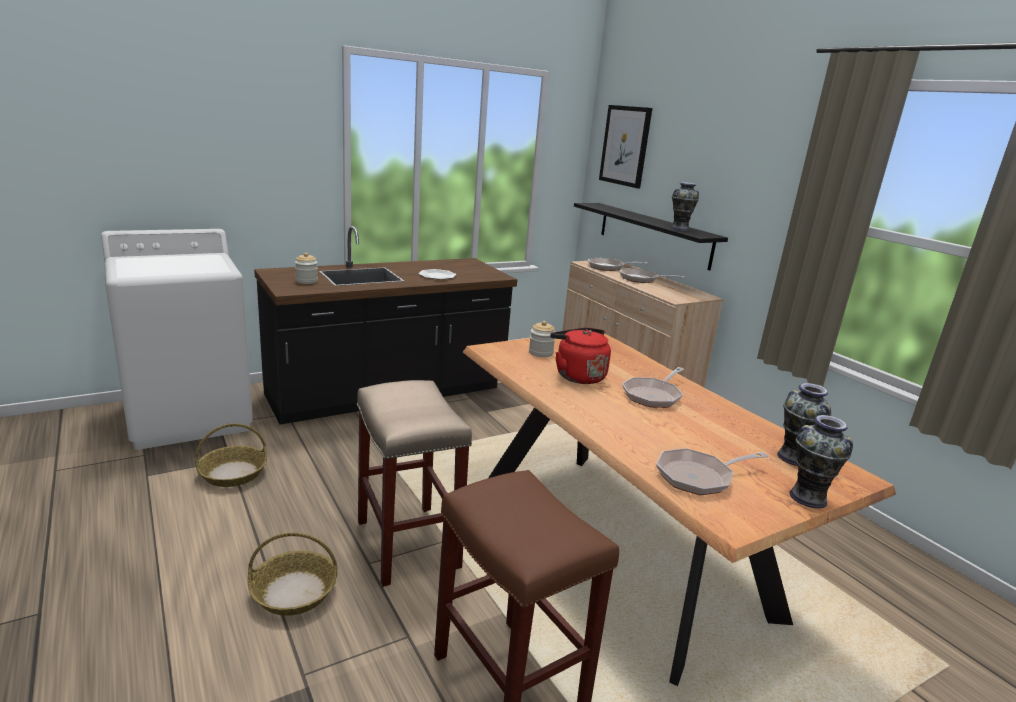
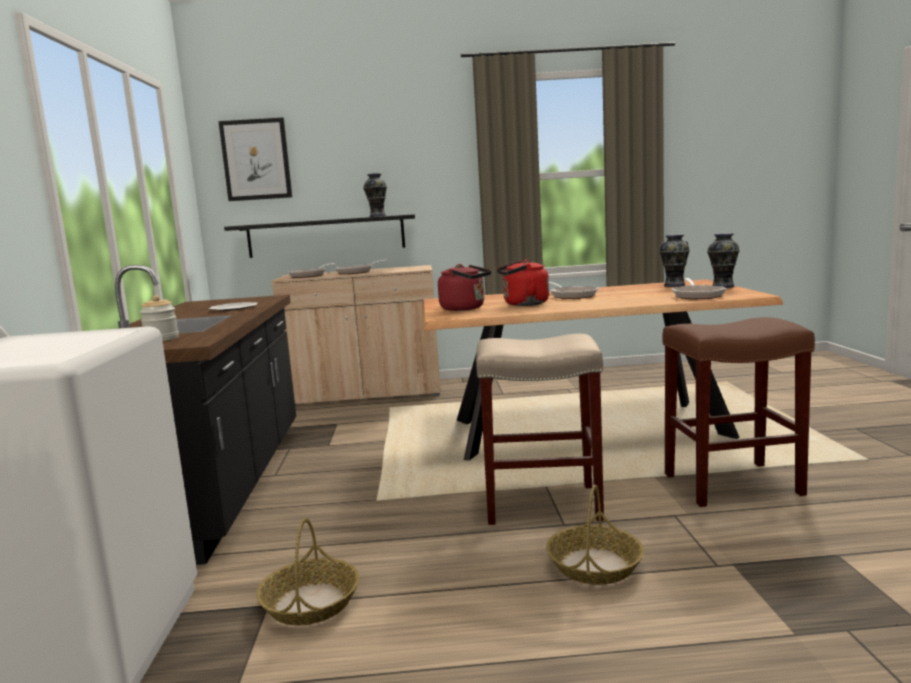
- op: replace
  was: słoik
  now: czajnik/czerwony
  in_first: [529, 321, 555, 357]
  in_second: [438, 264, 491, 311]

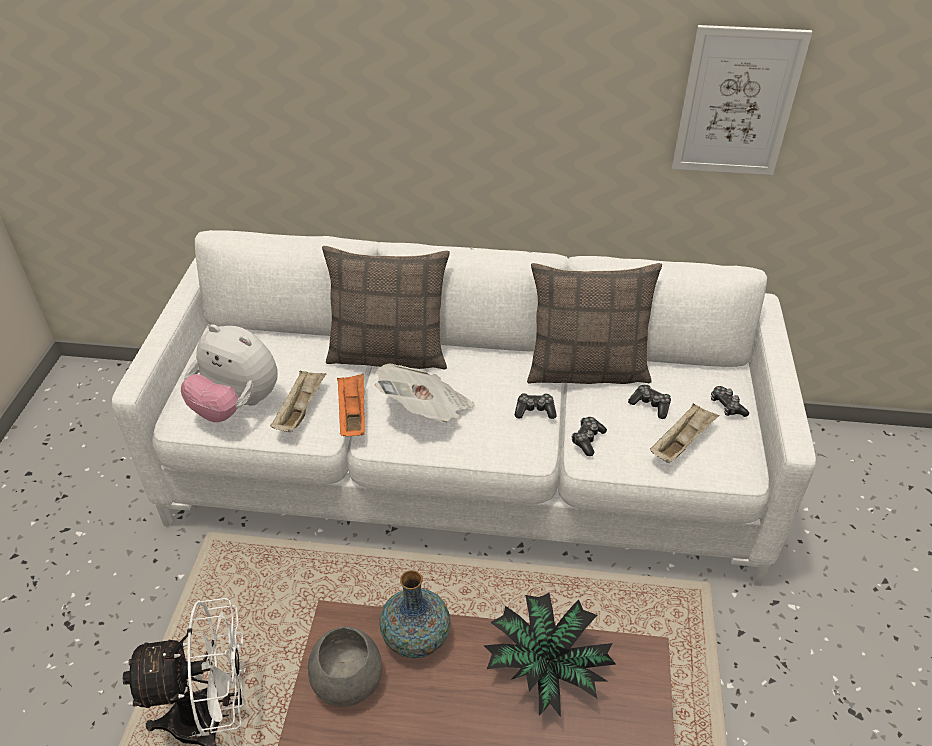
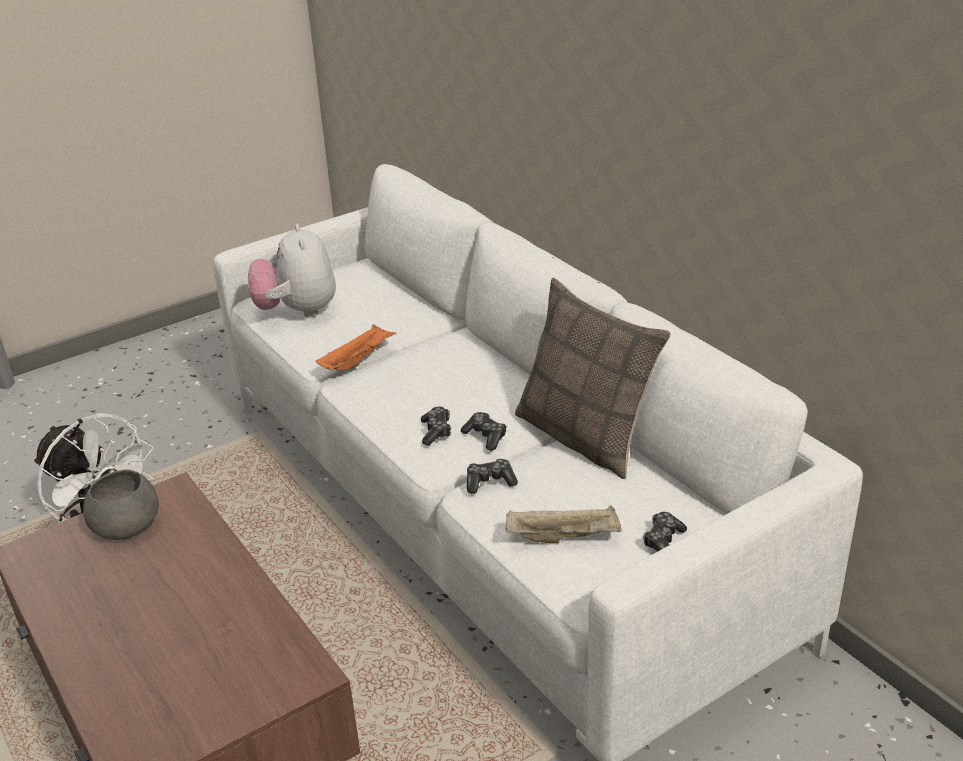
- op: move
  was: pad do gier
  in_first: [628, 384, 671, 419]
  in_second: [421, 407, 451, 445]
- op: delete
  was: taca/beżowy
  in_first: [270, 370, 326, 433]
- op: delete
  was: poduszka
  in_first: [322, 246, 450, 370]
- op: delete
  was: gazeta
  in_first: [374, 363, 475, 422]
- op: delete
  was: wazon
  in_first: [380, 570, 451, 658]
- op: delete
  was: roślina doniczkowa
  in_first: [484, 593, 616, 717]
- op: delete
  was: obraz
  in_first: [672, 25, 812, 175]

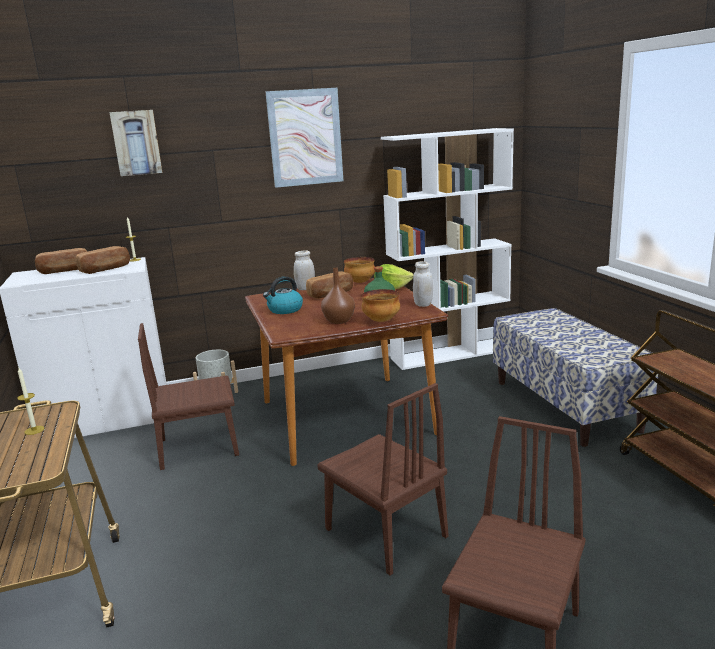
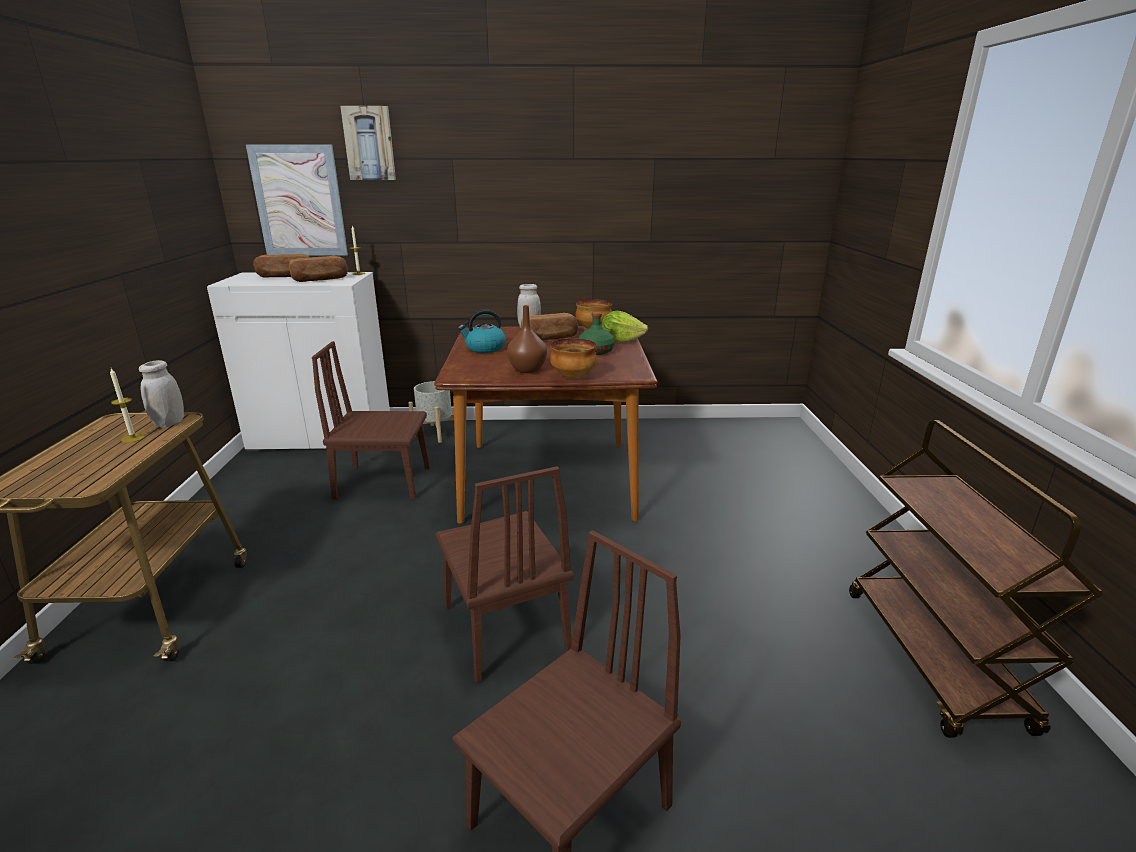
- op: move
  was: słoik/biały
  in_first: [413, 261, 433, 307]
  in_second: [139, 360, 184, 428]
- op: move
  was: obraz
  in_first: [265, 88, 343, 188]
  in_second: [246, 144, 348, 256]
- op: delete
  was: regał/biały
  in_first: [381, 128, 514, 370]
- op: delete
  was: ławka
  in_first: [493, 308, 658, 447]

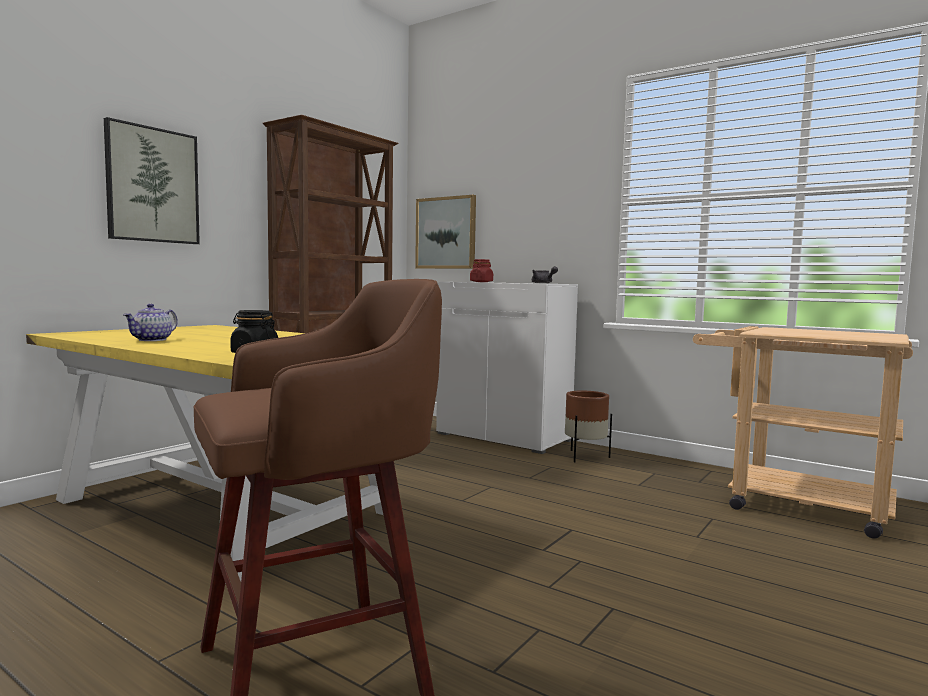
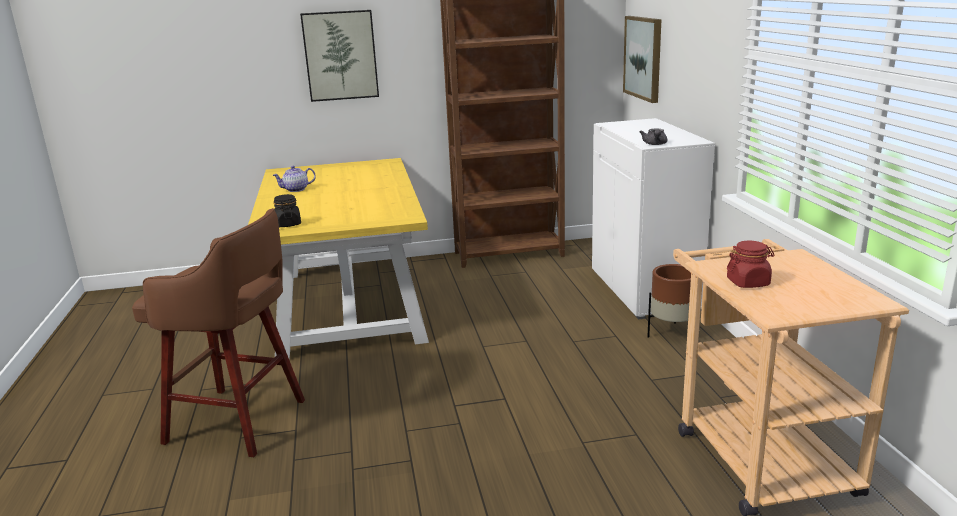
- op: move
  was: słoik/czerwony
  in_first: [470, 259, 493, 282]
  in_second: [727, 240, 774, 288]

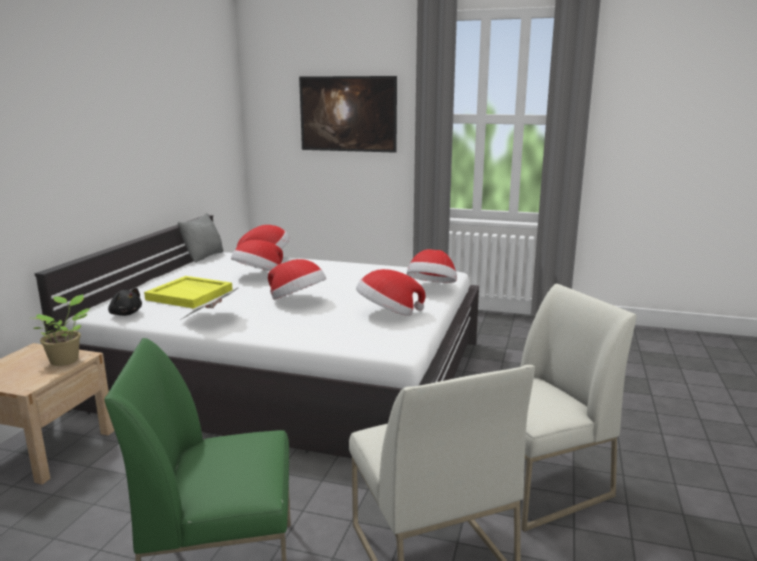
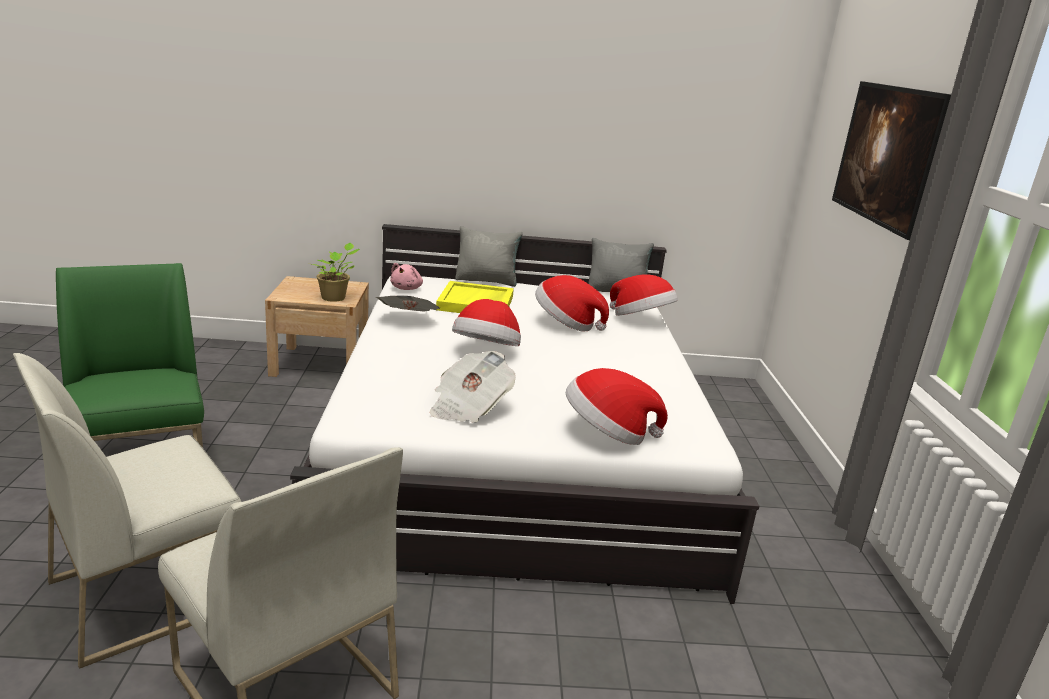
- op: recolor
  was: pluszak/czarny
  now: pluszak/różowy
  in_first: [108, 288, 142, 316]
  in_second: [390, 263, 423, 290]
- op: replace
  was: kapelusz
  now: gazeta
  in_first: [356, 269, 425, 316]
  in_second: [429, 351, 516, 423]
- op: insert
  now: poduszka/szary
  in_second: [455, 226, 523, 287]

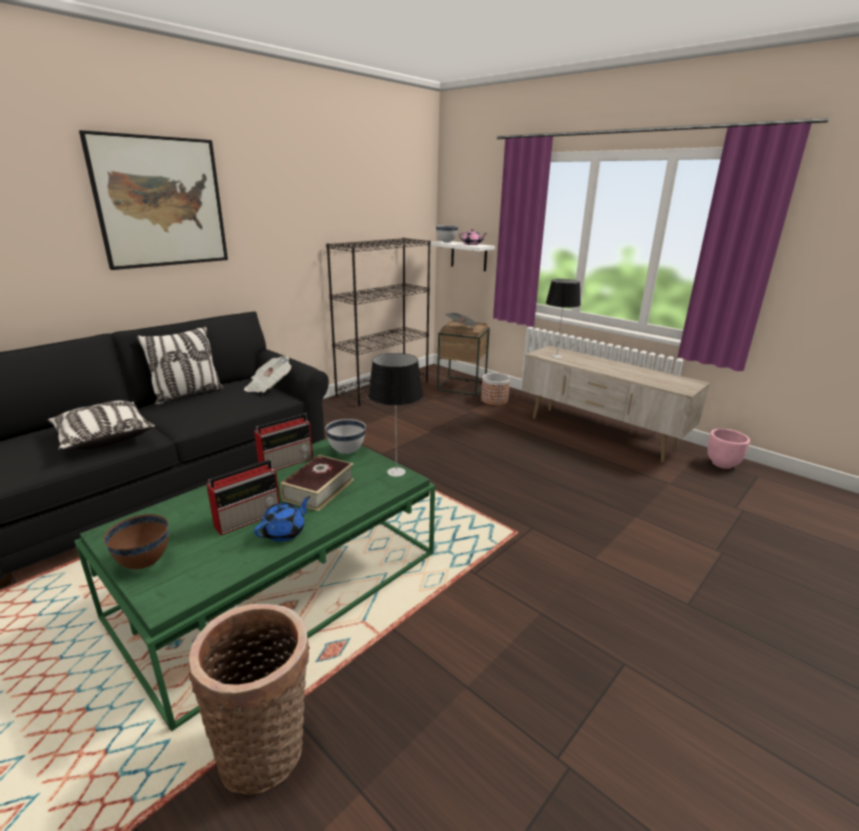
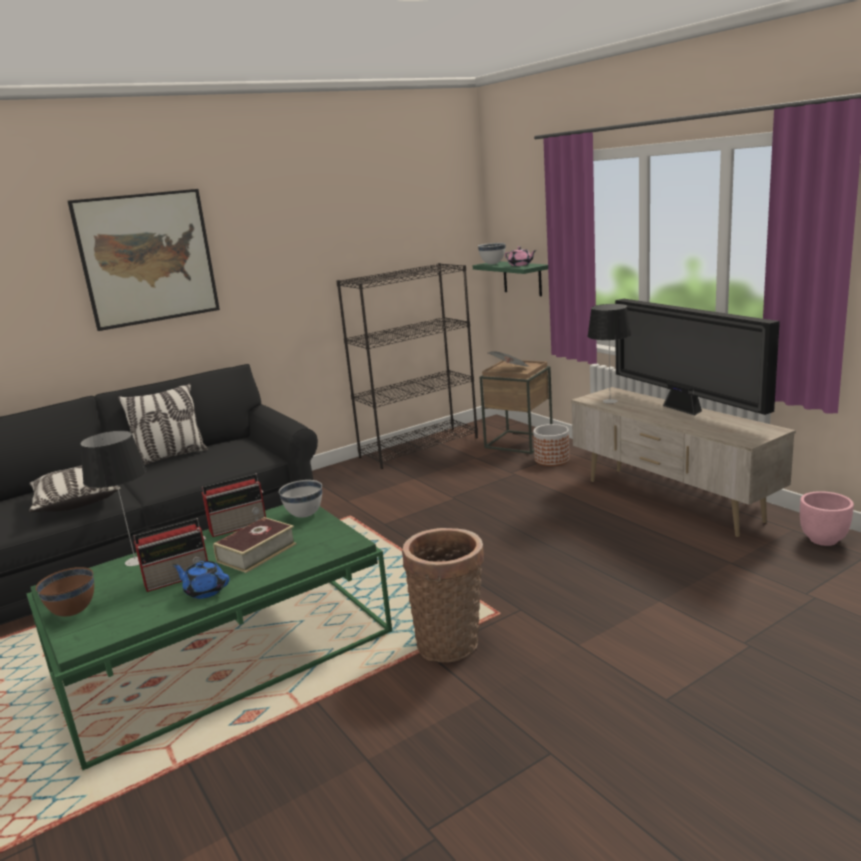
- op: move
  was: lampa stołowa
  in_first: [368, 353, 423, 477]
  in_second: [80, 431, 146, 566]
- op: rotate
  was: imbryk/niebieski
  in_first: [254, 496, 310, 542]
  in_second: [173, 561, 230, 599]
  clockwise: -120
- op: move
  was: koszyk
  in_first: [189, 604, 310, 795]
  in_second: [402, 528, 484, 663]
- op: recolor
  was: półka/biały
  now: półka/zielony
  in_first: [430, 241, 495, 271]
  in_second: [473, 261, 548, 296]
- op: insert
  now: telewizor
  in_second: [615, 299, 780, 415]
- op: delete
  was: gazeta
  in_first: [244, 356, 291, 393]

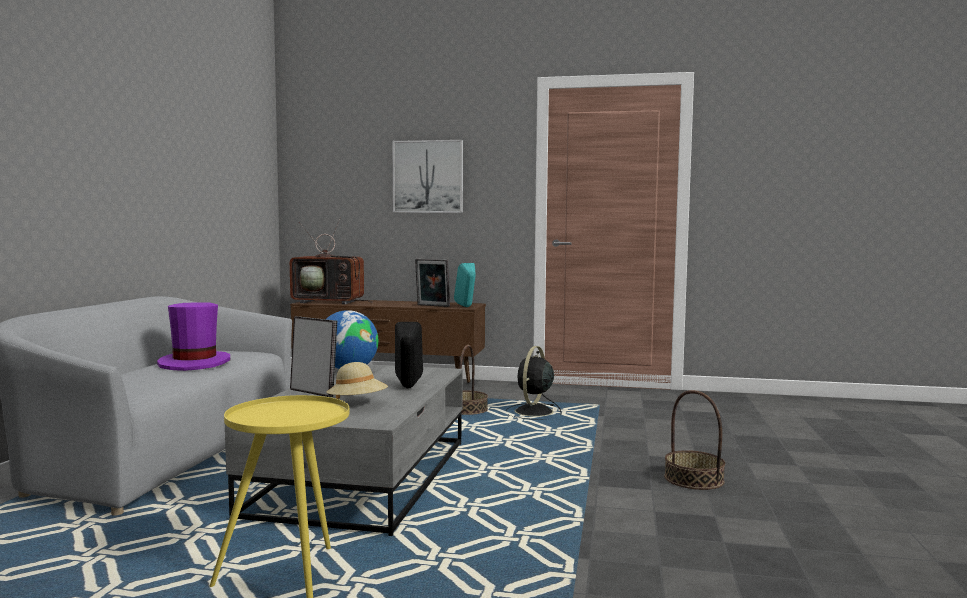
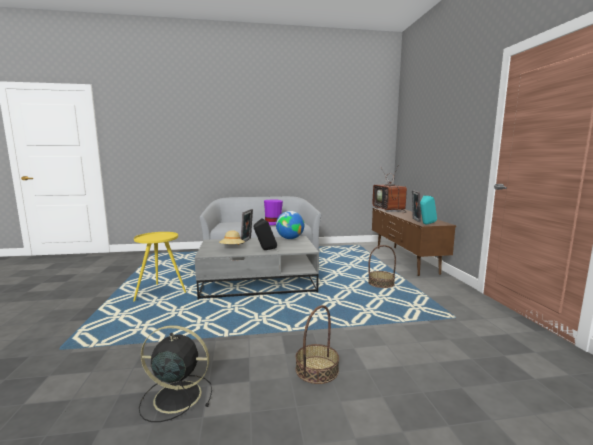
- op: move
  was: wentylator/czarny
  in_first: [506, 346, 561, 420]
  in_second: [139, 325, 212, 422]
- op: delete
  was: obraz
  in_first: [392, 140, 463, 213]

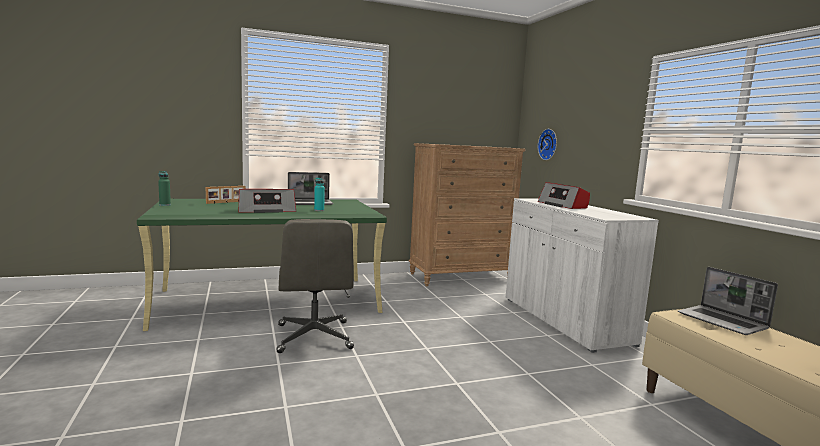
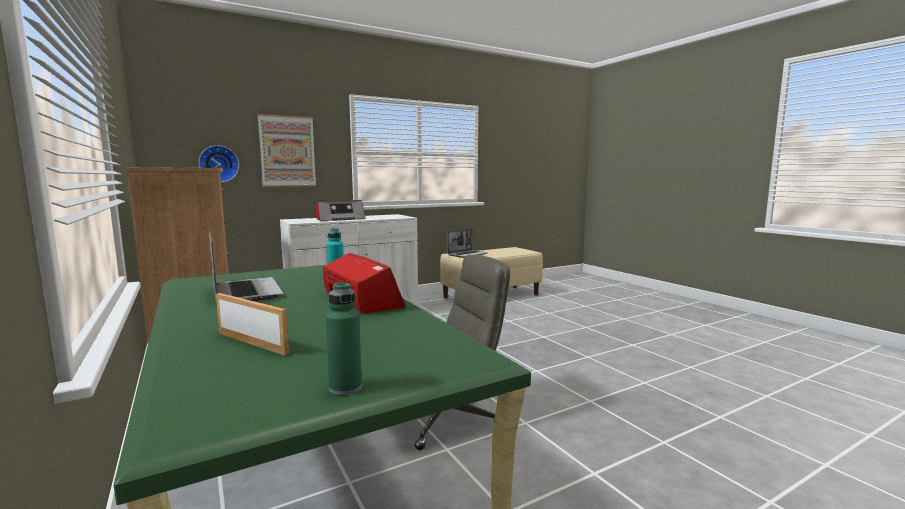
- op: insert
  now: obraz
  in_second: [258, 114, 316, 187]

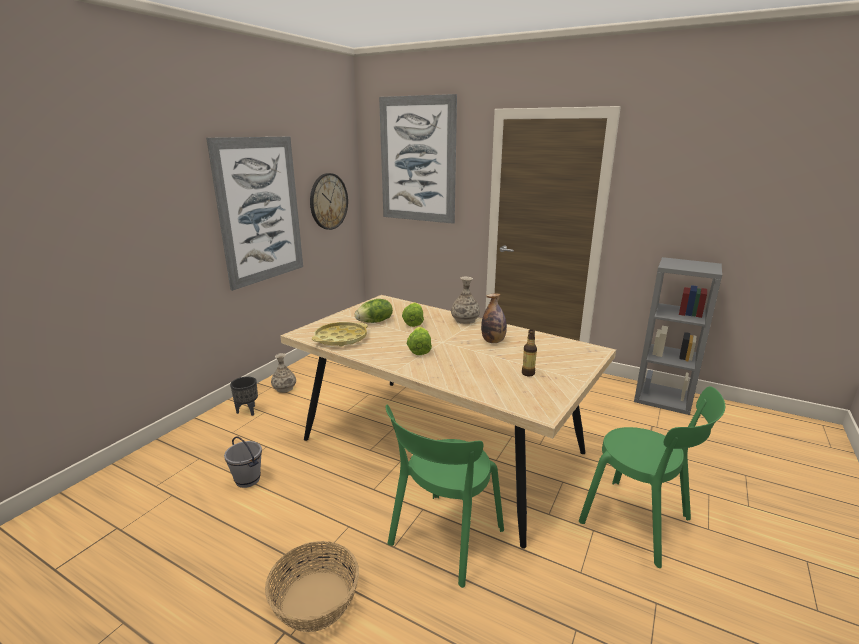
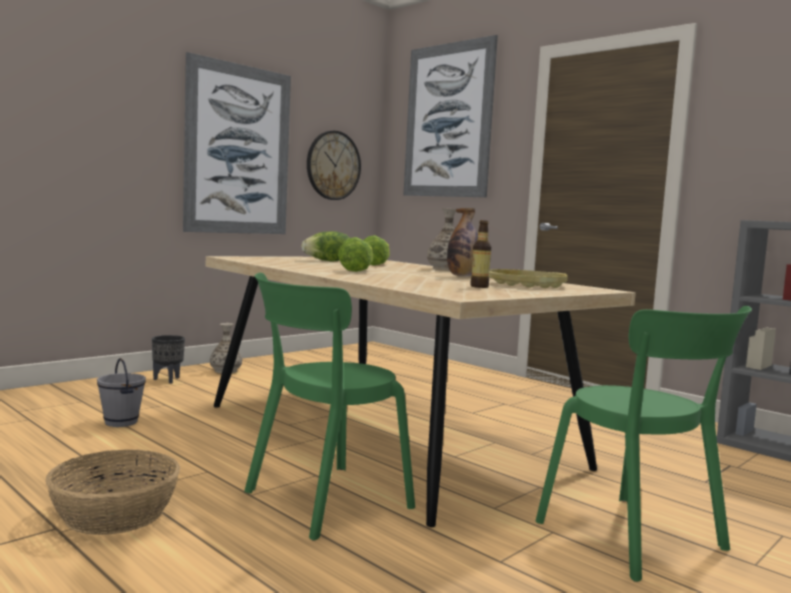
- op: move
  was: taca/żółty
  in_first: [312, 322, 368, 347]
  in_second: [489, 269, 568, 288]

